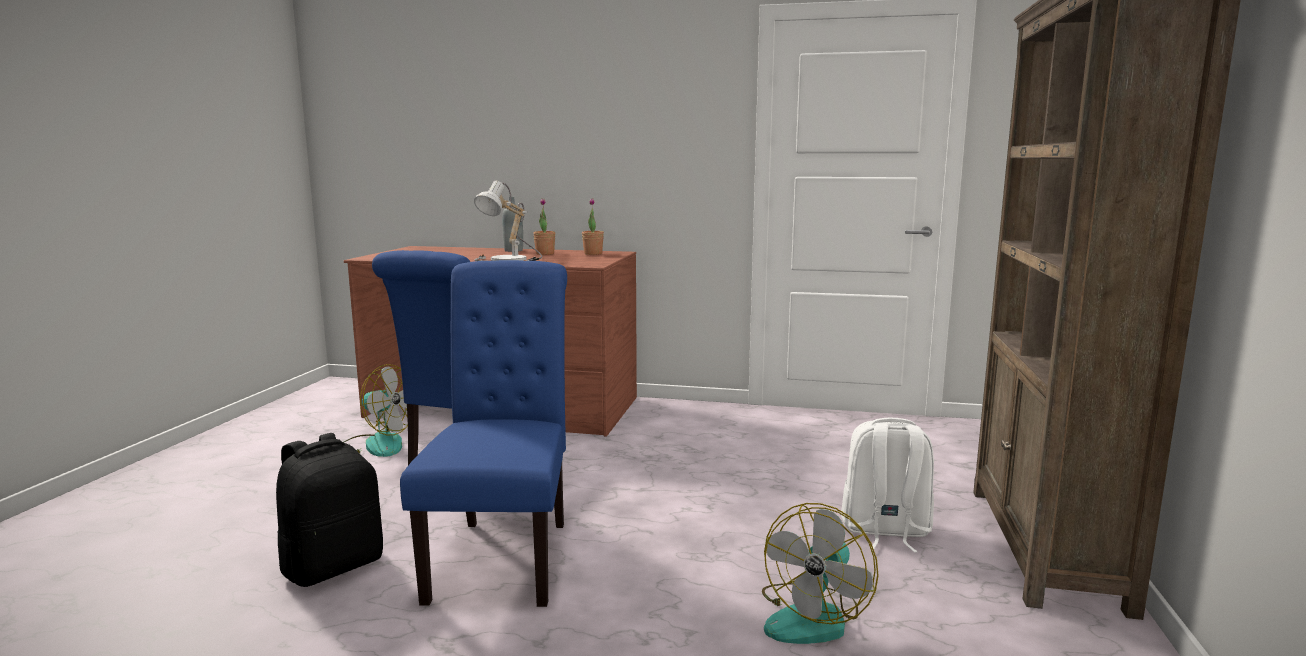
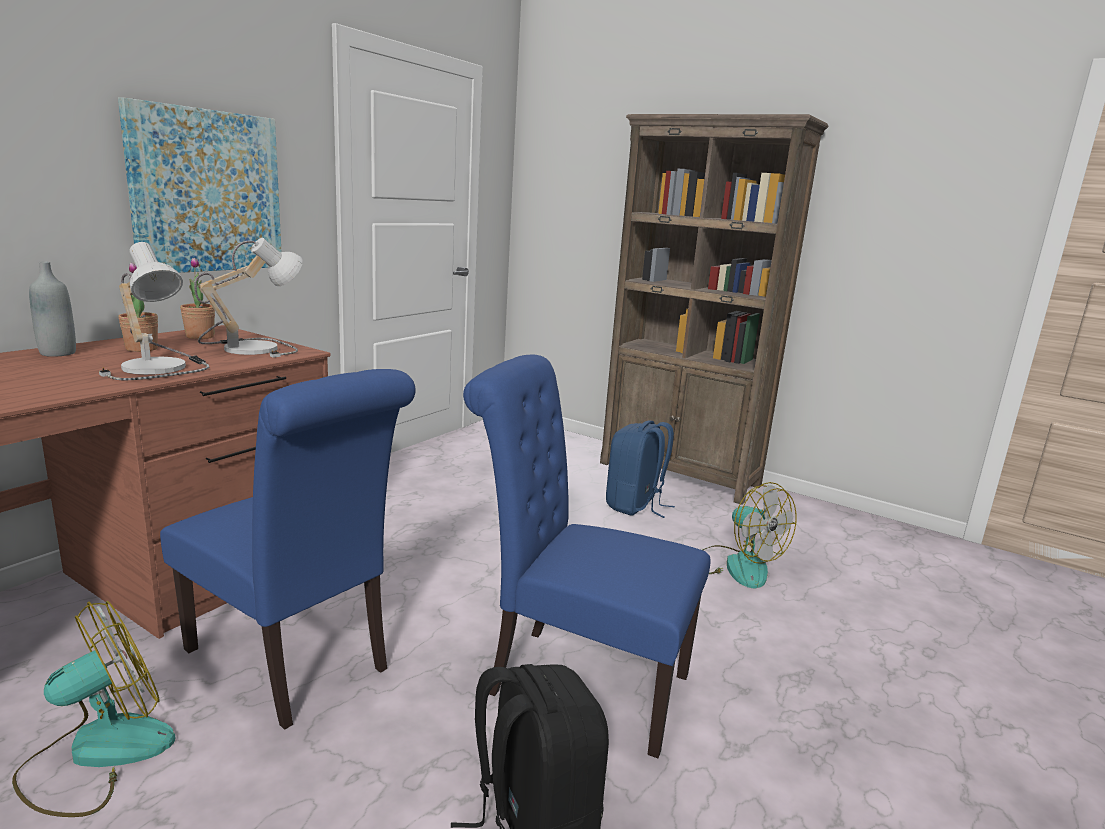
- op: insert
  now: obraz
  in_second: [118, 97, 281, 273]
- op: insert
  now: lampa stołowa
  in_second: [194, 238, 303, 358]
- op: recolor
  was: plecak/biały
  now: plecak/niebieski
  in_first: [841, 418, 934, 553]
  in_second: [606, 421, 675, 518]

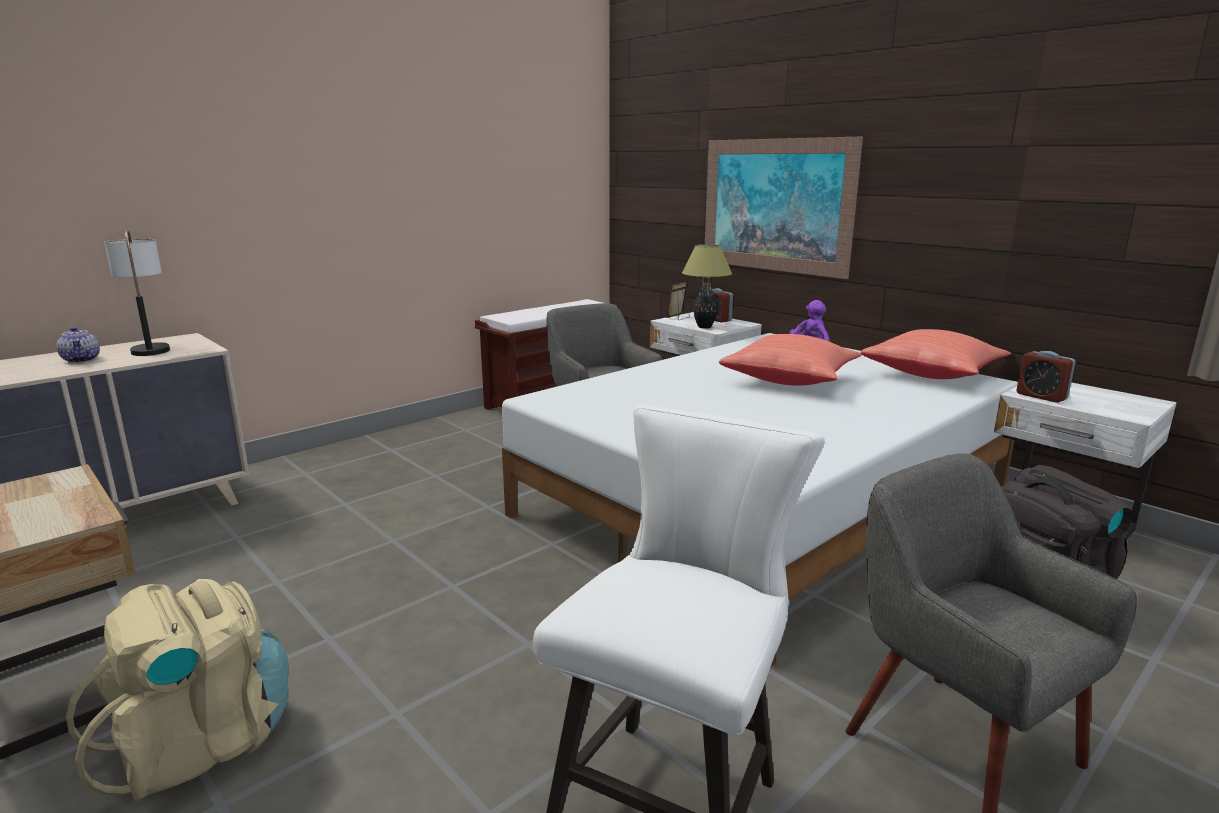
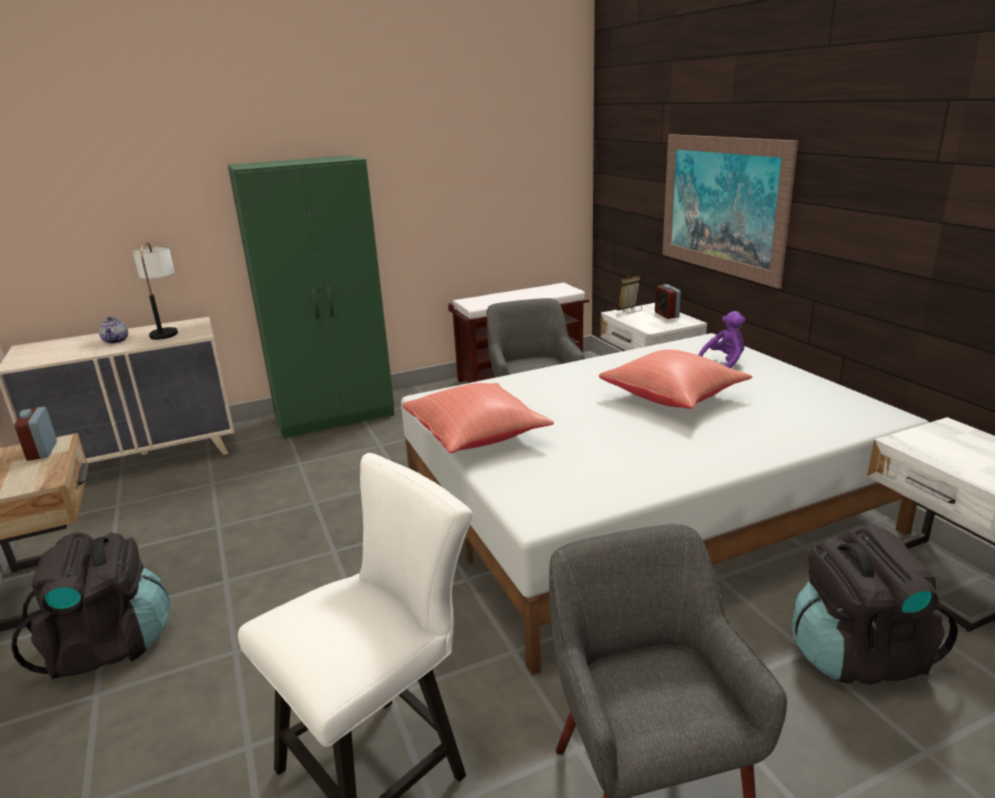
- op: recolor
  was: plecak/beżowy
  now: plecak/czarny
  in_first: [66, 579, 289, 802]
  in_second: [11, 532, 170, 680]
- op: move
  was: budzik
  in_first: [1016, 351, 1076, 403]
  in_second: [14, 407, 57, 461]
- op: insert
  now: szafa/zielony
  in_second: [228, 155, 395, 439]
- op: move
  was: poduszka/czerwony
  in_first: [860, 329, 1011, 379]
  in_second: [403, 383, 554, 453]
- op: delete
  was: lampa stołowa
  in_first: [682, 244, 732, 329]

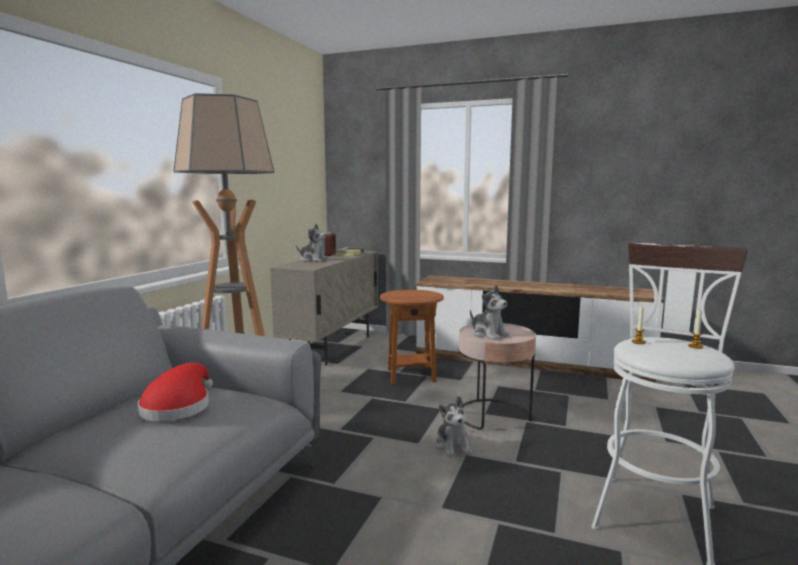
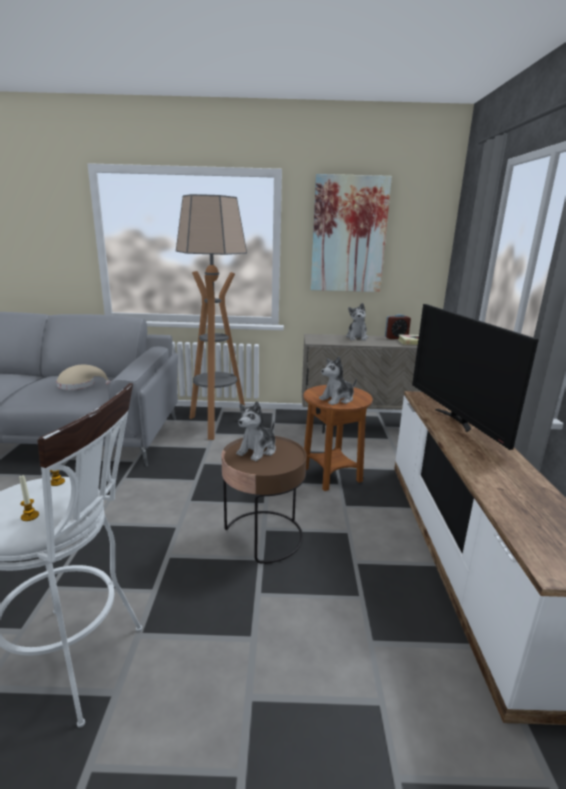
- op: recolor
  was: kapelusz/czerwony
  now: kapelusz/beżowy
  in_first: [138, 363, 213, 421]
  in_second: [56, 365, 111, 390]
- op: recolor
  was: stolik/różowy
  now: stolik/brązowy
  in_first: [458, 323, 536, 430]
  in_second: [221, 436, 307, 564]
- op: insert
  now: obraz
  in_second: [311, 174, 392, 292]
- op: move
  was: pluszak
  in_first: [435, 396, 472, 457]
  in_second: [319, 356, 357, 405]
- op: insert
  now: telewizor
  in_second: [412, 304, 539, 450]

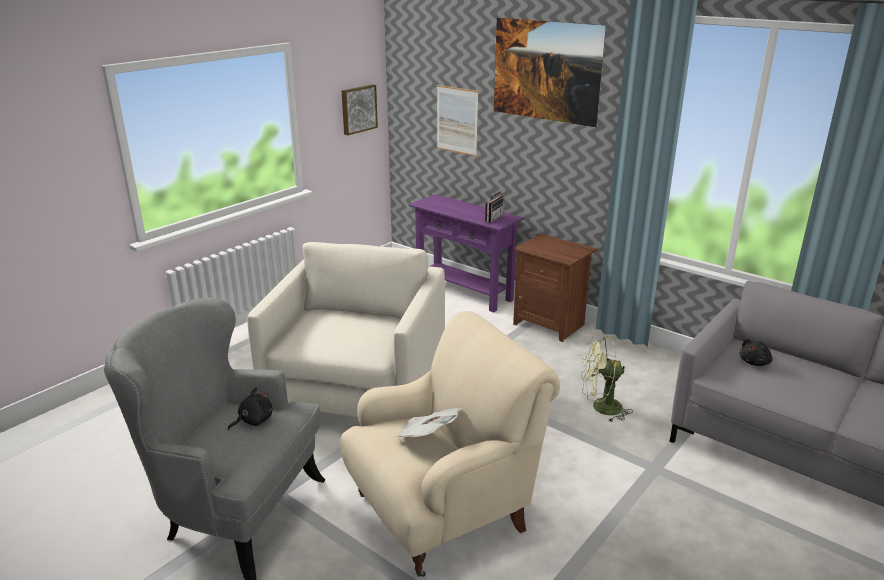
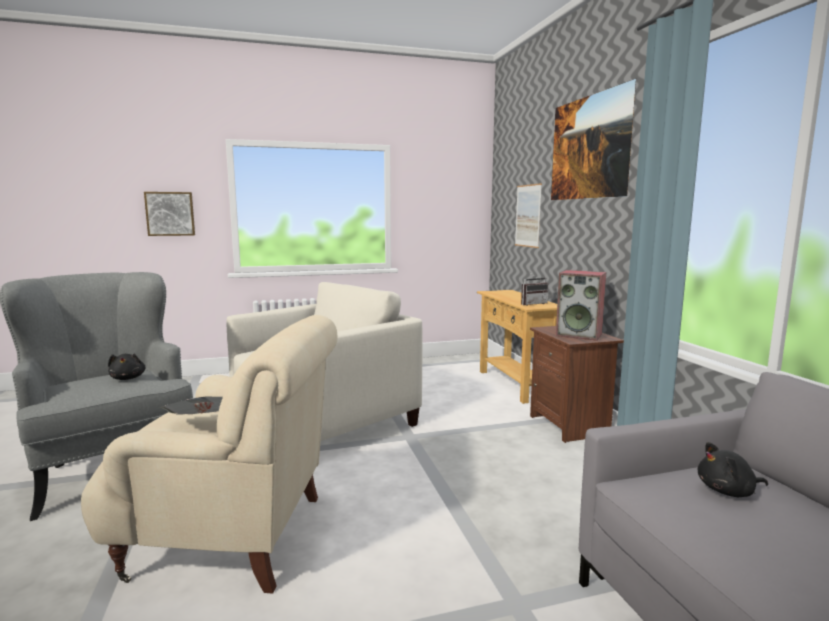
- op: rotate
  was: pluszak/czarny
  in_first: [228, 388, 273, 430]
  in_second: [108, 354, 146, 380]
  clockwise: 75
- op: move
  was: obraz
  in_first: [342, 85, 378, 135]
  in_second: [144, 192, 195, 236]
- op: recolor
  was: stolik konsolowy/fioletowy
  now: stolik konsolowy/beżowy
  in_first: [409, 194, 524, 313]
  in_second: [477, 290, 557, 404]
- op: insert
  now: głośnik
  in_second: [556, 270, 606, 341]
- op: delete
  was: wentylator/zielony
  in_first: [580, 335, 633, 422]

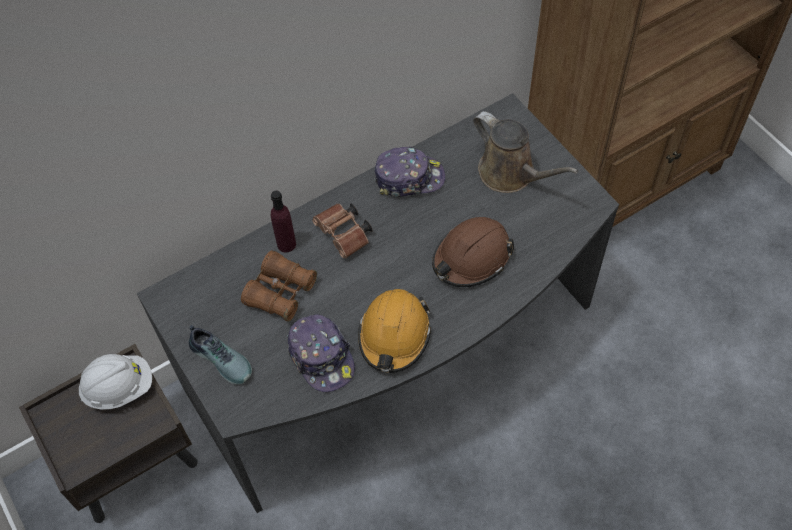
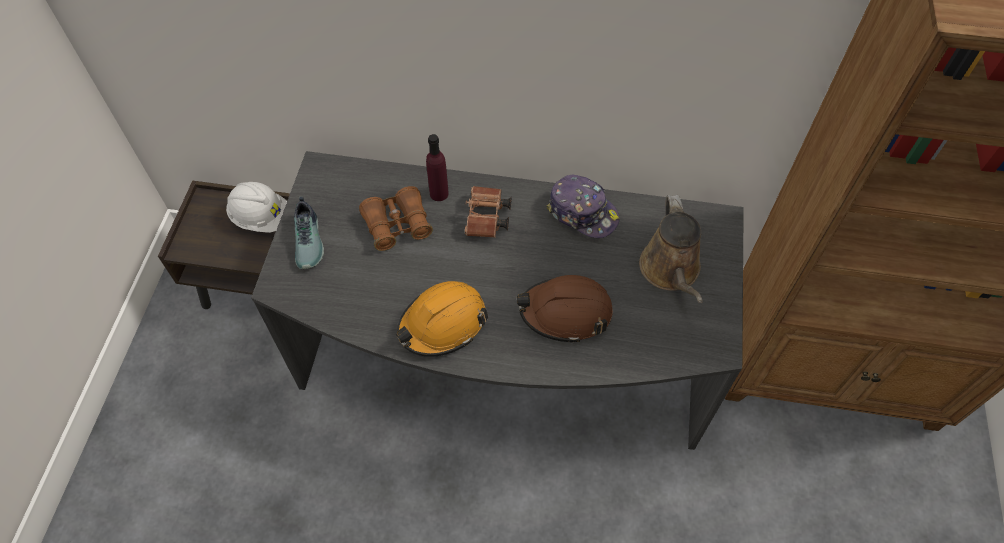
- op: delete
  was: czapka z daszkiem
  in_first: [287, 315, 355, 392]

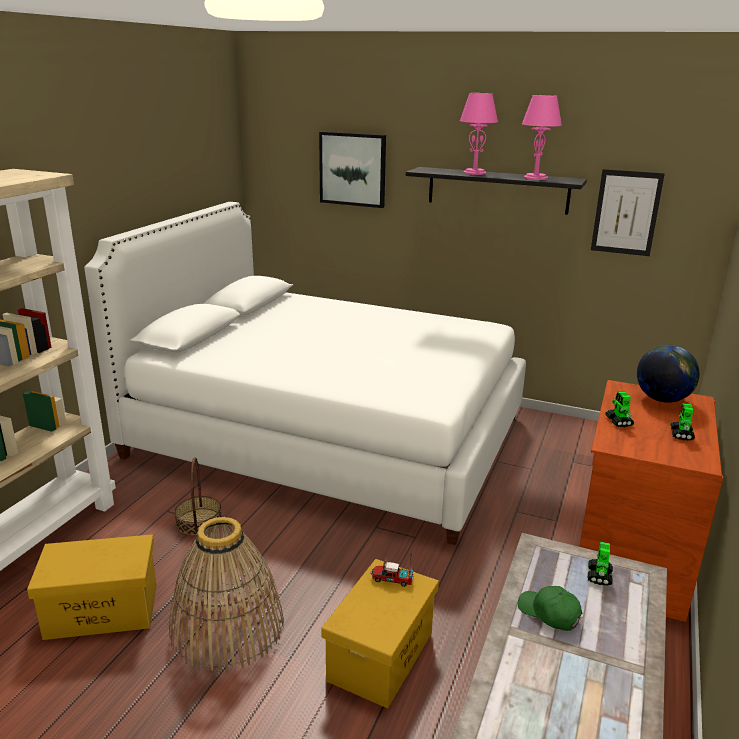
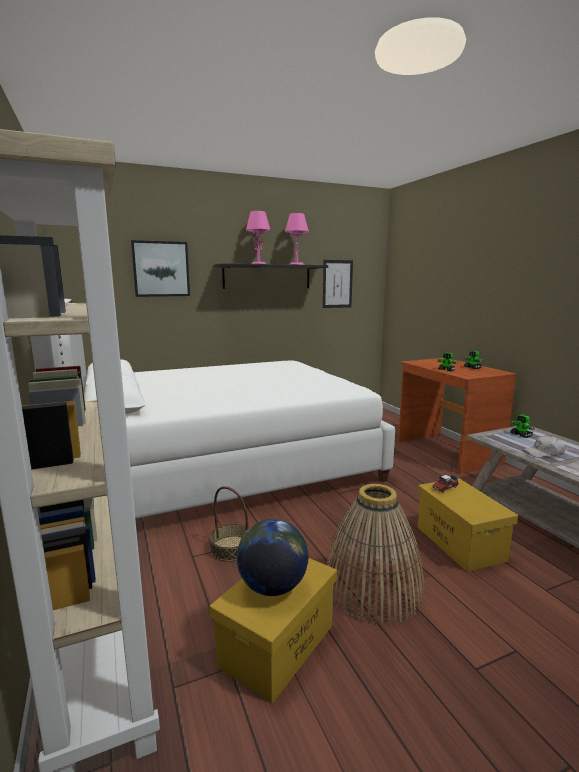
- op: move
  was: globus
  in_first: [637, 345, 700, 403]
  in_second: [237, 519, 309, 596]
- op: recolor
  was: czapka z daszkiem/zielony
  now: czapka z daszkiem/biały
  in_first: [518, 586, 582, 631]
  in_second: [523, 436, 565, 457]

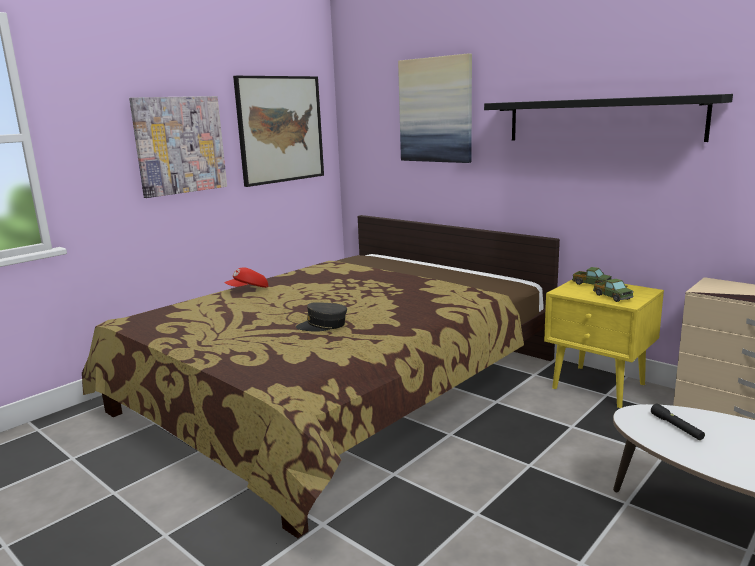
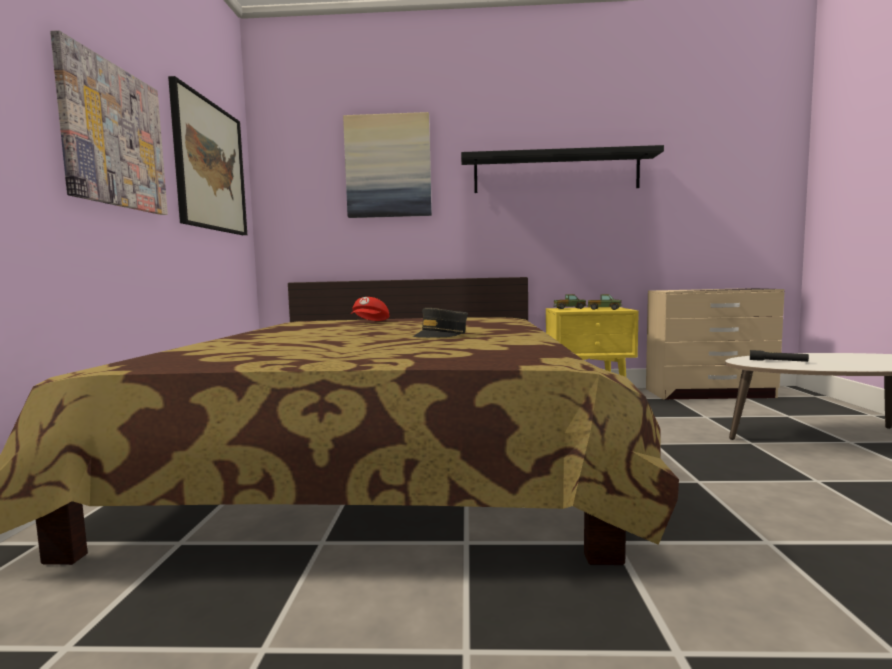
- op: move
  was: czapka z daszkiem/czerwony
  in_first: [224, 267, 268, 288]
  in_second: [350, 297, 389, 321]

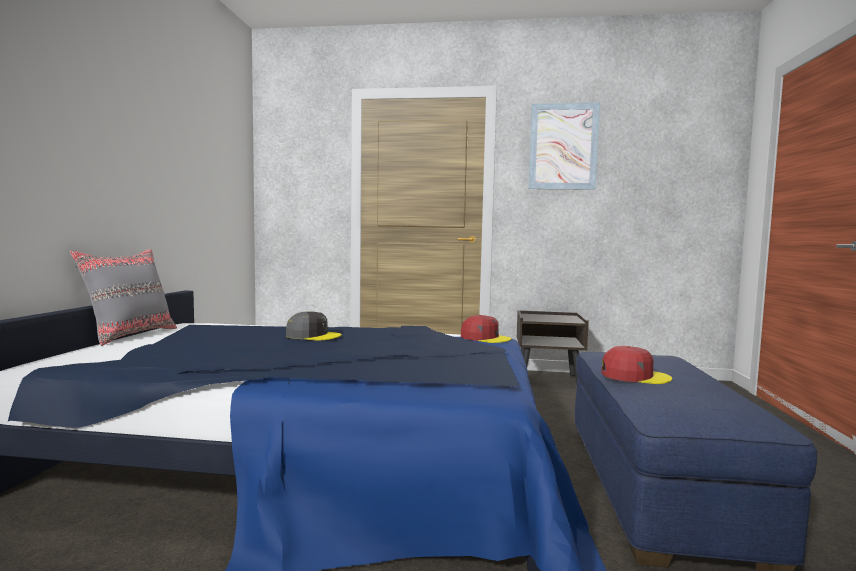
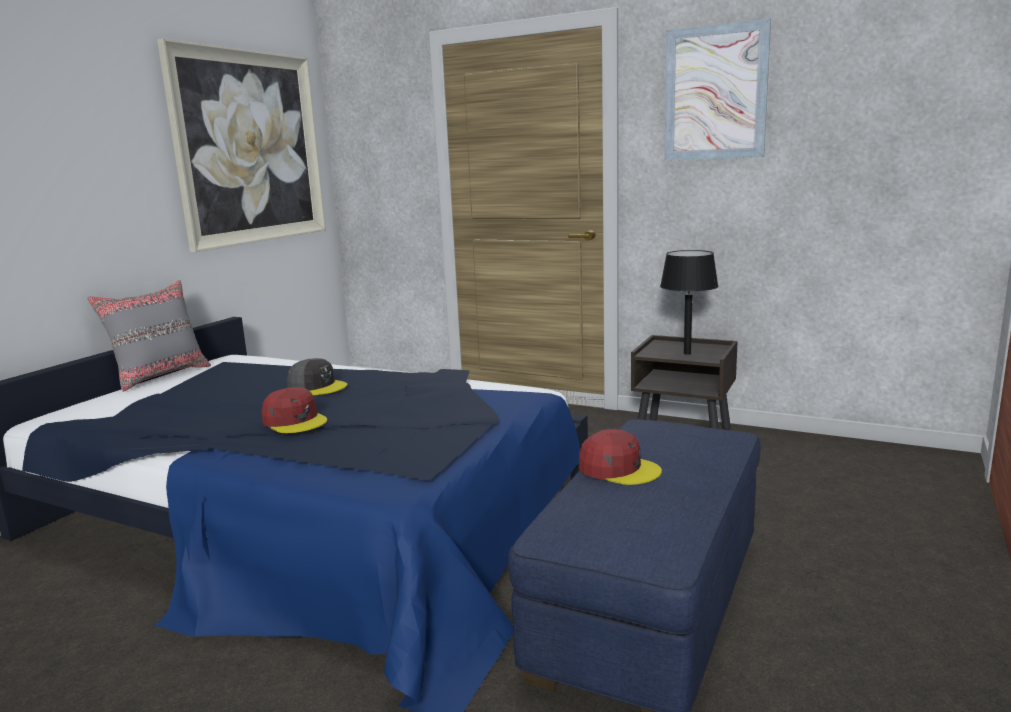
- op: insert
  now: obraz
  in_second: [157, 38, 326, 252]
- op: move
  was: czapka z daszkiem/czerwony
  in_first: [461, 315, 512, 343]
  in_second: [262, 387, 327, 433]
- op: insert
  now: lampa stołowa/czarny
  in_second: [660, 250, 719, 355]

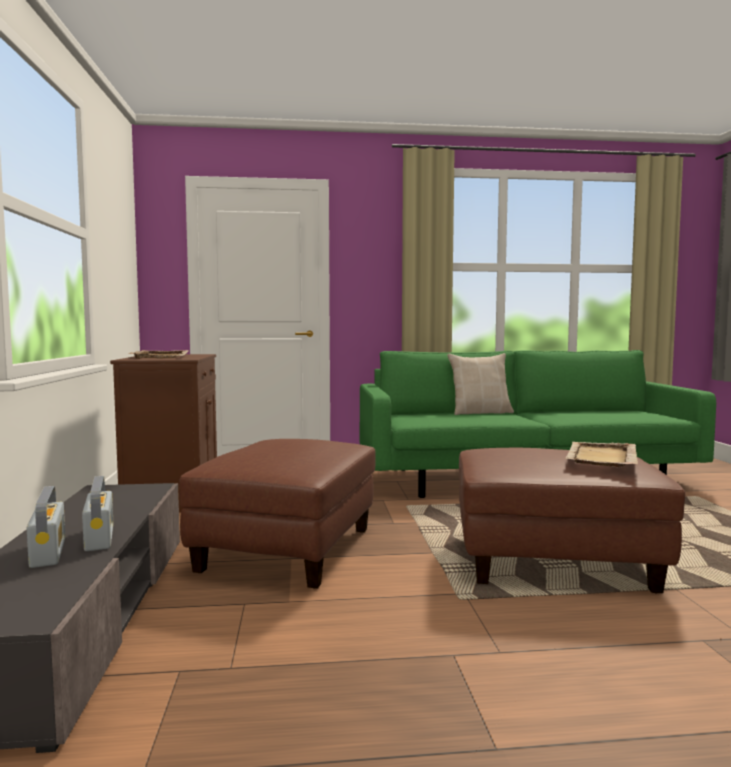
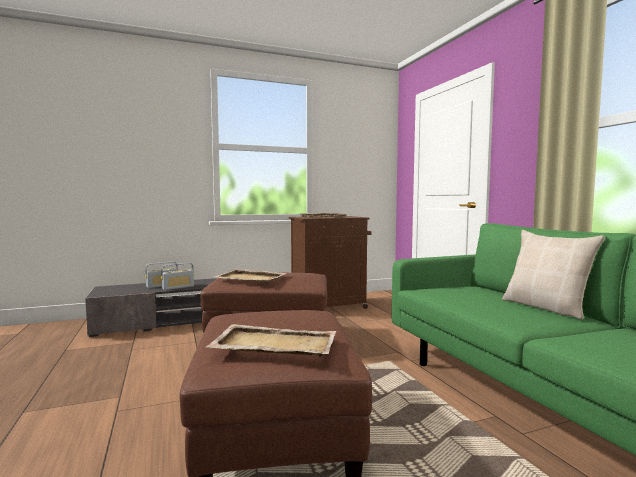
- op: insert
  now: taca/beżowy
  in_second: [215, 269, 287, 282]

